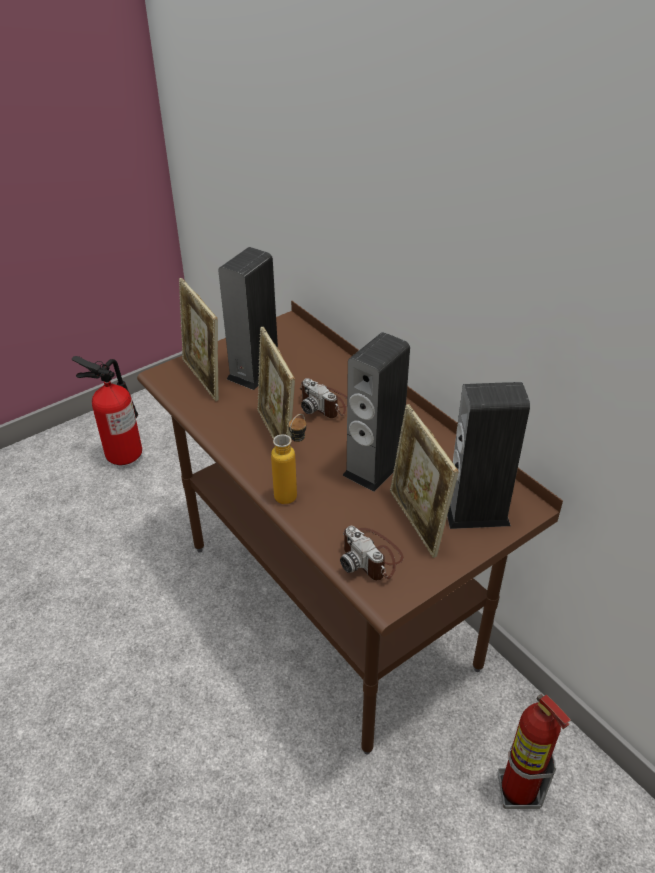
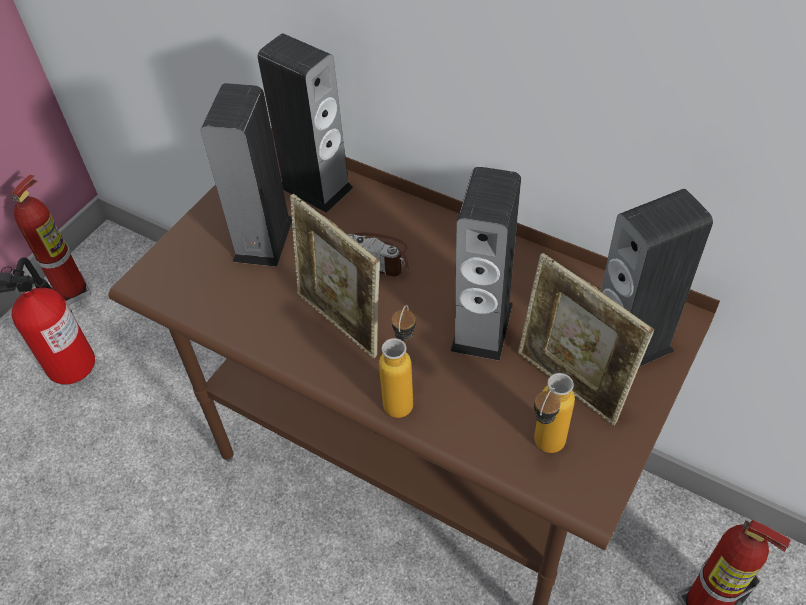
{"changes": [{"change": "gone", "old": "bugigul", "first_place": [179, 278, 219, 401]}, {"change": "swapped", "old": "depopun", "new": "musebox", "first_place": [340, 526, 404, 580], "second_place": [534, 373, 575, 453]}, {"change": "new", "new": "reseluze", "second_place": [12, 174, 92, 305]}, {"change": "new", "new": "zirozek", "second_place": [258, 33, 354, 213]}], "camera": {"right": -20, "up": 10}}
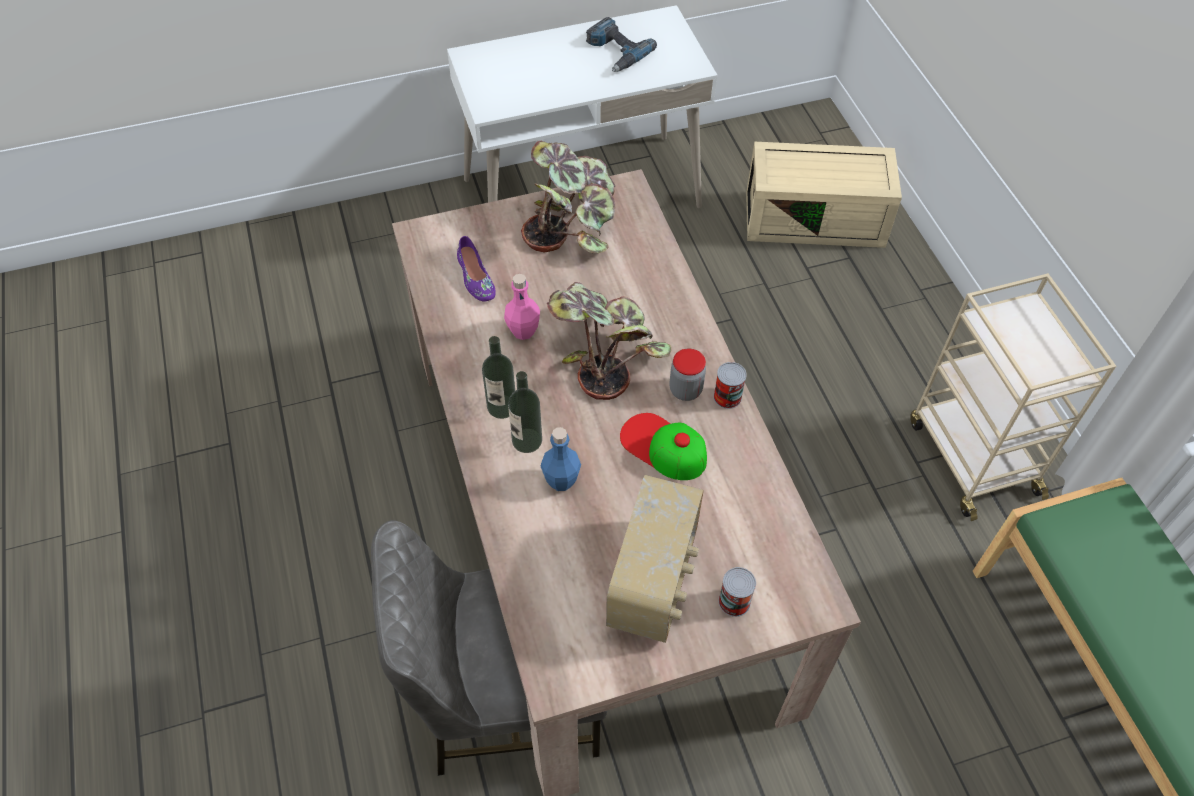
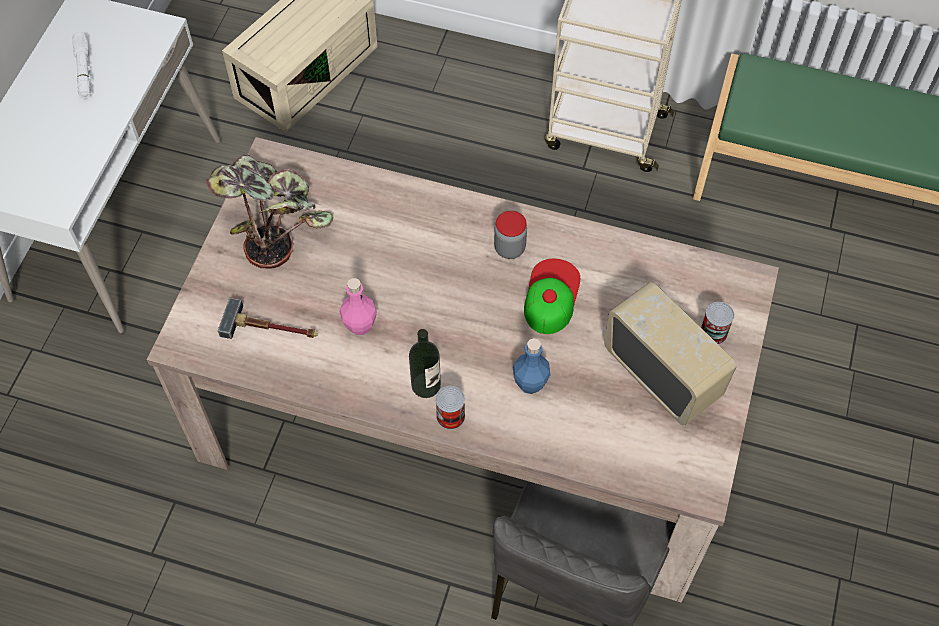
{"changes": [{"change": "swapped", "old": "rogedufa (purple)", "new": "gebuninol", "first_place": [457, 236, 496, 302], "second_place": [218, 298, 318, 339]}, {"change": "gone", "old": "musebox", "first_place": [508, 371, 542, 453]}, {"change": "gone", "old": "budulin", "first_place": [547, 282, 671, 400]}, {"change": "swapped", "old": "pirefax", "new": "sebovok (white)", "first_place": [586, 17, 657, 72], "second_place": [72, 32, 91, 99]}, {"change": "rotated", "old": "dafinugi", "first_place": [620, 413, 707, 480], "second_place": [524, 259, 580, 334], "degrees": 120}, {"change": "shifted", "old": "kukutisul", "first_place": [714, 362, 747, 409], "second_place": [435, 386, 465, 430]}], "camera": {"right": -55, "up": 5}}
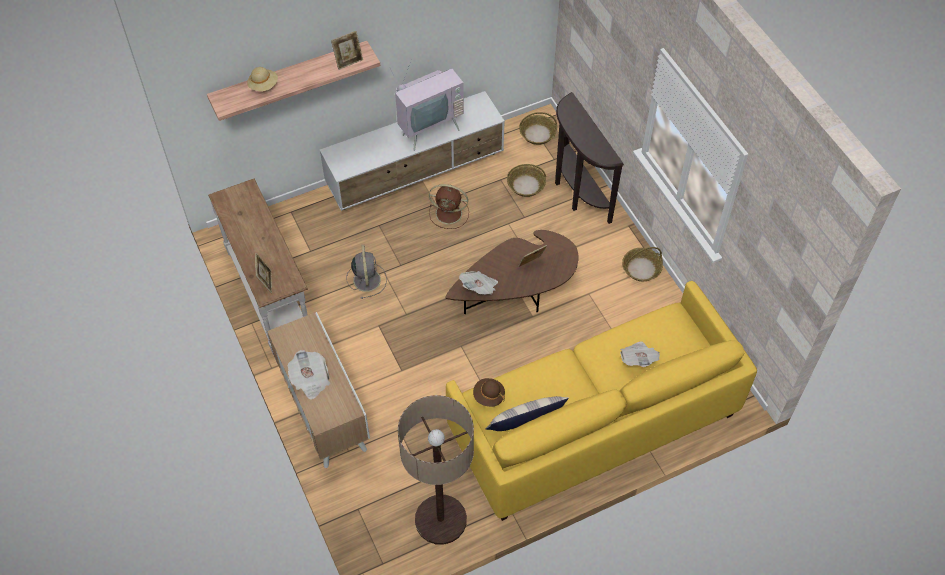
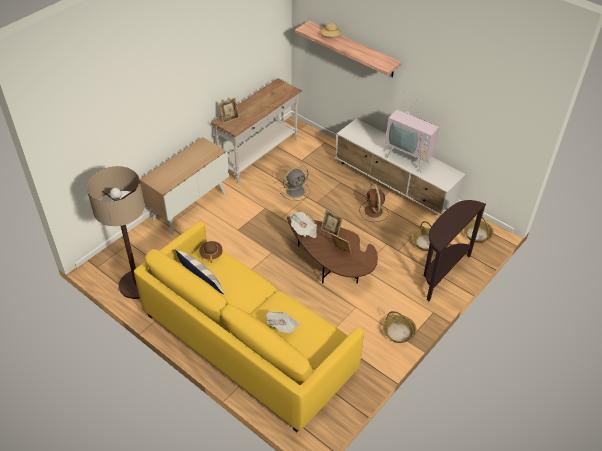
{"changes": [{"change": "gone", "old": "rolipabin", "first_place": [288, 350, 330, 399]}, {"change": "shifted", "old": "bugigul", "first_place": [331, 31, 363, 70], "second_place": [321, 209, 343, 236]}], "camera": {"right": 65, "up": -10}}
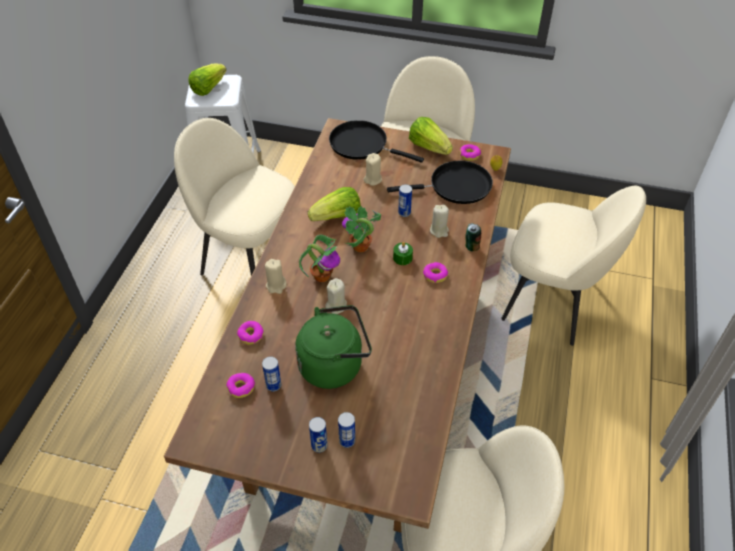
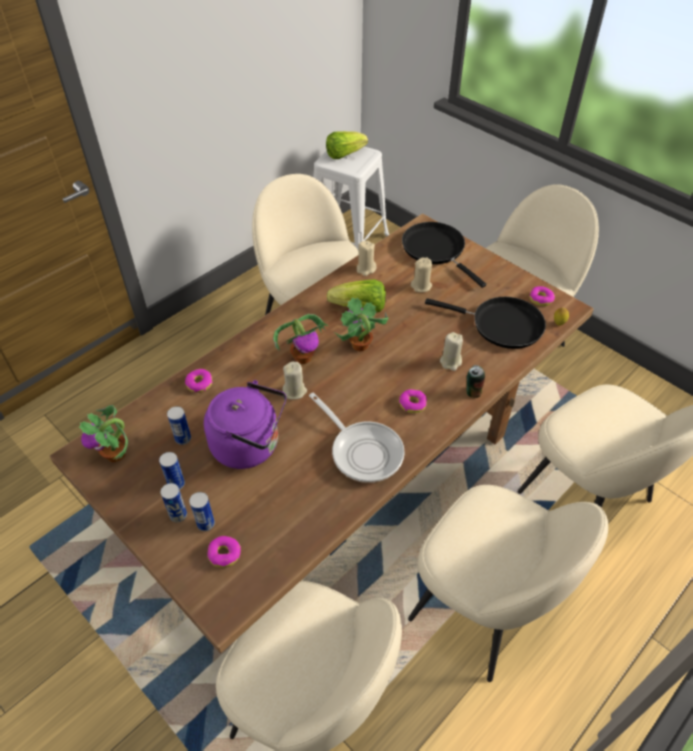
{"changes": [{"change": "shifted", "old": "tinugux", "first_place": [226, 373, 255, 398], "second_place": [208, 536, 241, 568]}, {"change": "shifted", "old": "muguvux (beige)", "first_place": [265, 259, 287, 294], "second_place": [357, 241, 376, 276]}, {"change": "repainted", "old": "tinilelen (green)", "new": "tinilelen (purple)", "first_place": [295, 305, 372, 389], "second_place": [204, 380, 286, 469]}, {"change": "gone", "old": "muguvux (green)", "first_place": [393, 242, 413, 265]}, {"change": "shifted", "old": "kukutisul", "first_place": [398, 184, 412, 217], "second_place": [159, 452, 185, 490]}, {"change": "gone", "old": "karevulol", "first_place": [409, 117, 453, 155]}, {"change": "new", "new": "budulin", "second_place": [79, 405, 128, 462]}, {"change": "new", "new": "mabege", "second_place": [309, 393, 405, 483]}, {"change": "new", "new": "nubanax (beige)", "second_place": [408, 485, 608, 682]}], "camera": {"right": 30, "up": 0}}
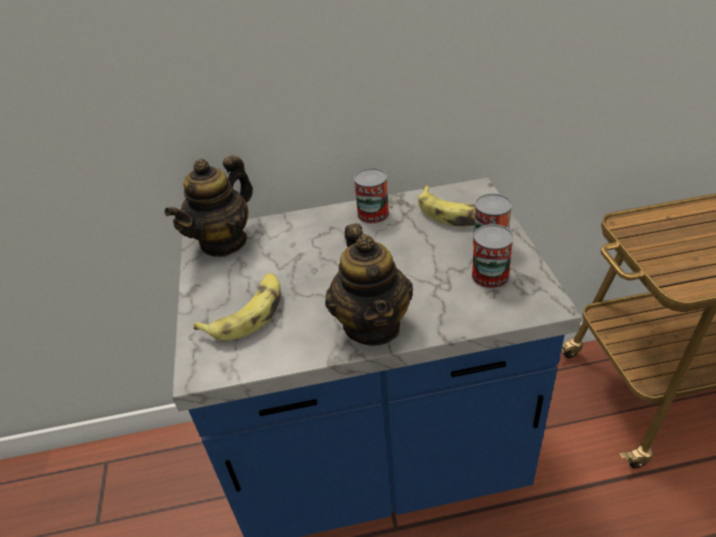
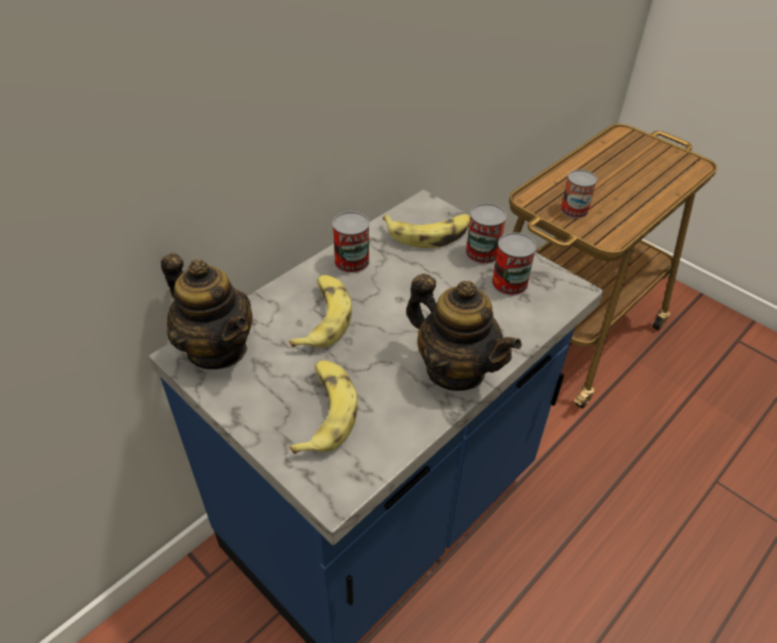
{"changes": [{"change": "rotated", "old": "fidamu", "first_place": [164, 155, 253, 257], "second_place": [161, 253, 253, 369], "degrees": -45}, {"change": "new", "new": "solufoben", "second_place": [289, 275, 352, 348]}, {"change": "new", "new": "kukutisul", "second_place": [560, 170, 597, 219]}], "camera": {"right": -40, "up": 5}}
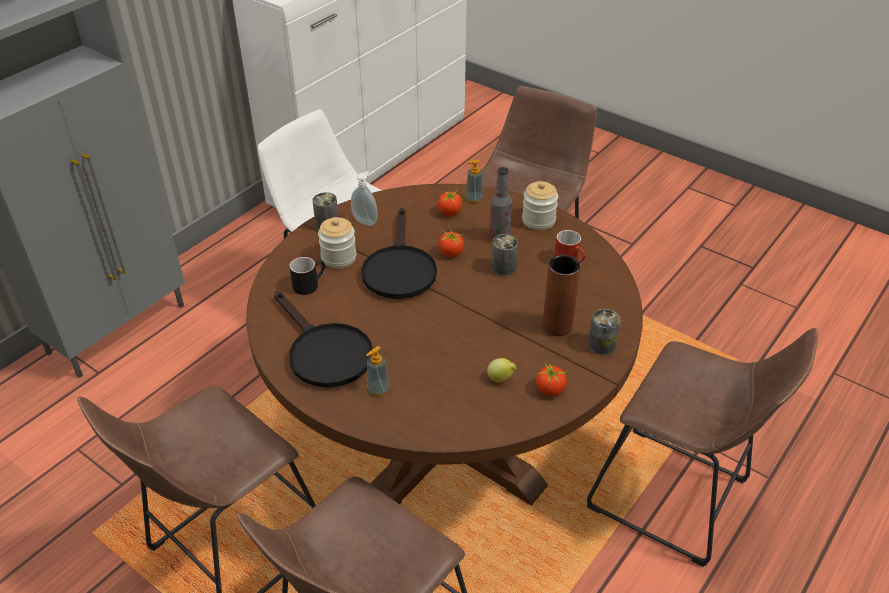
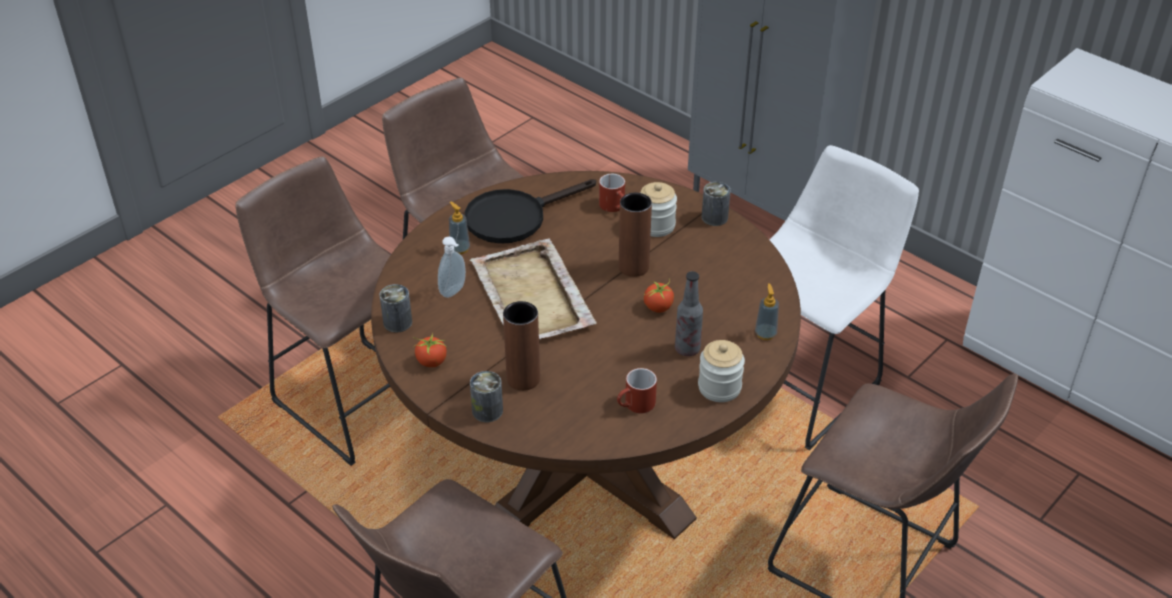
{"changes": [{"change": "repainted", "old": "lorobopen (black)", "new": "lorobopen (red)", "first_place": [289, 257, 325, 295], "second_place": [599, 174, 625, 212]}, {"change": "shifted", "old": "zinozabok", "first_place": [351, 171, 378, 226], "second_place": [438, 237, 466, 298]}, {"change": "swapped", "old": "mabege (black)", "new": "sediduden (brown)", "first_place": [361, 208, 437, 299], "second_place": [619, 193, 652, 277]}, {"change": "gone", "old": "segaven", "first_place": [438, 190, 462, 216]}, {"change": "gone", "old": "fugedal", "first_place": [487, 358, 516, 382]}, {"change": "shifted", "old": "kukutisul", "first_place": [491, 234, 518, 276], "second_place": [379, 284, 412, 333]}, {"change": "new", "new": "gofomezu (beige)", "second_place": [470, 238, 597, 339]}], "camera": {"right": 95, "up": 0}}
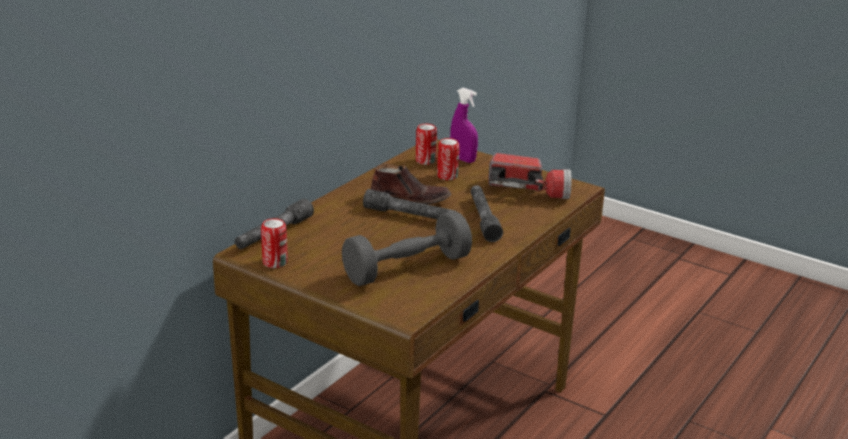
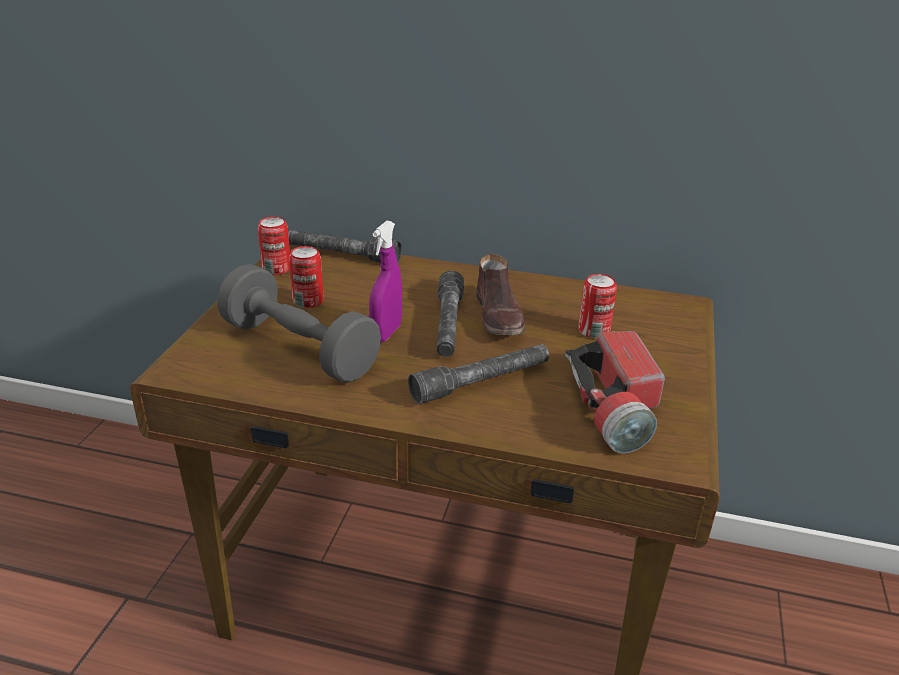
{"changes": [{"change": "shifted", "old": "kukutisul", "first_place": [416, 124, 437, 165], "second_place": [289, 246, 324, 308]}, {"change": "shifted", "old": "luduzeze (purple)", "first_place": [450, 88, 478, 163], "second_place": [369, 221, 402, 342]}], "camera": {"right": 70, "up": 5}}
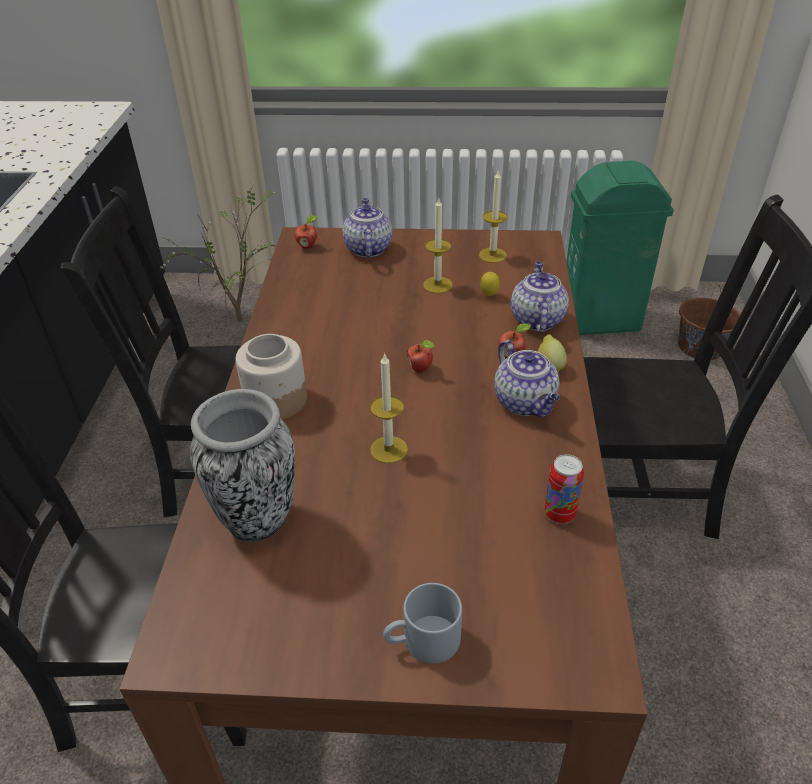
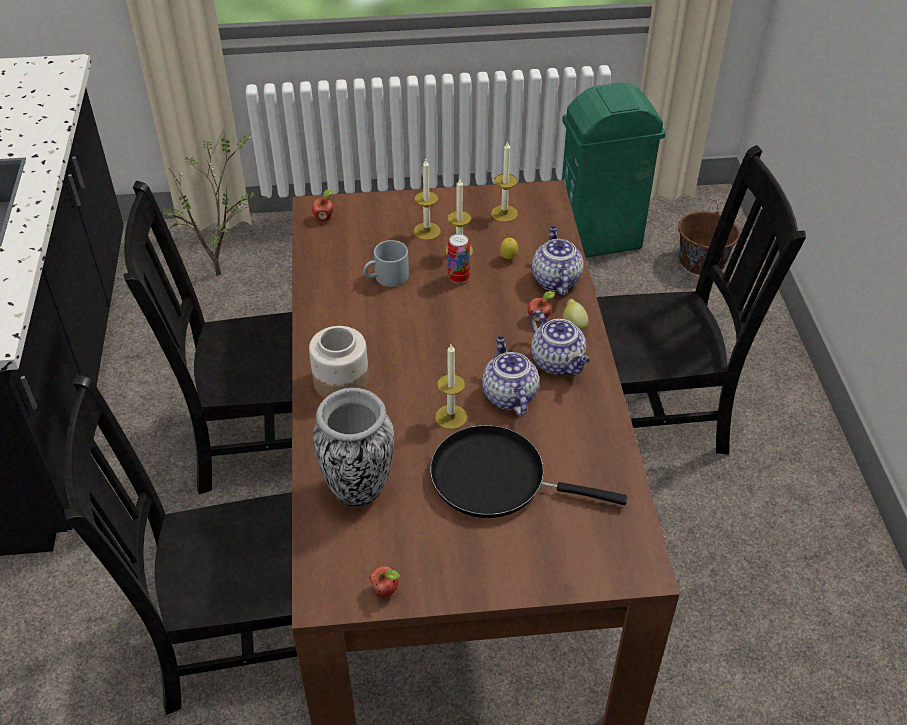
{"changes": [{"change": "shifted", "old": "fidamu", "first_place": [342, 198, 392, 257], "second_place": [482, 336, 539, 417]}, {"change": "shifted", "old": "lorobopen (grey)", "first_place": [383, 583, 462, 663], "second_place": [363, 240, 409, 287]}, {"change": "shifted", "old": "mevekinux", "first_place": [407, 340, 435, 373], "second_place": [370, 566, 400, 597]}, {"change": "shifted", "old": "kukutisul", "first_place": [544, 454, 584, 524], "second_place": [448, 234, 470, 283]}, {"change": "new", "new": "muguvux", "second_place": [414, 158, 441, 240]}, {"change": "new", "new": "mabege (black)", "second_place": [430, 425, 627, 518]}], "camera": {"right": -10, "up": 5}}
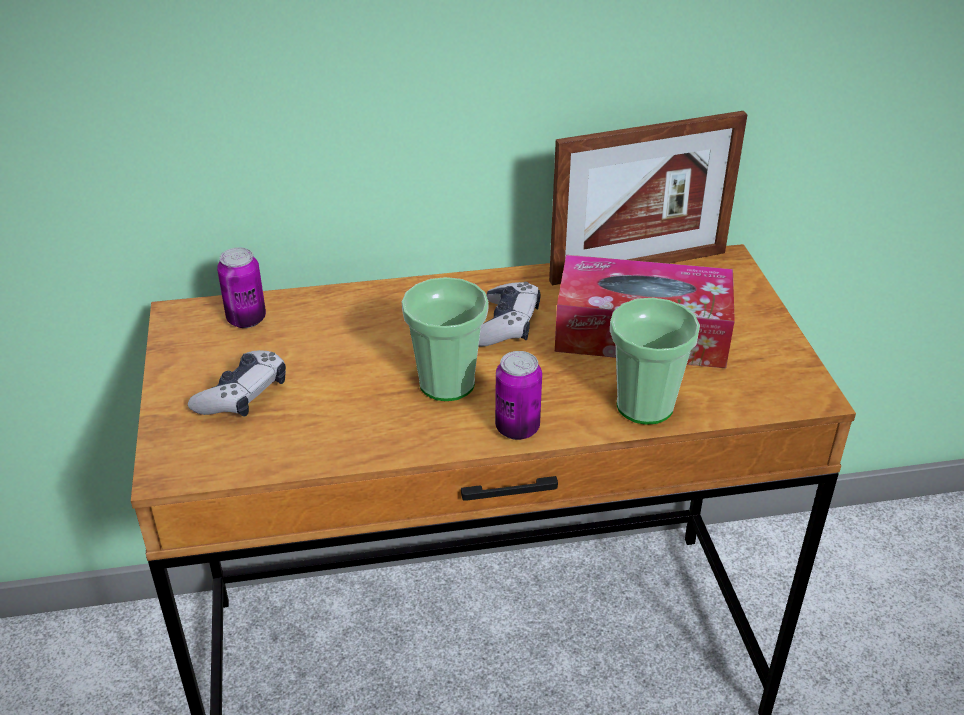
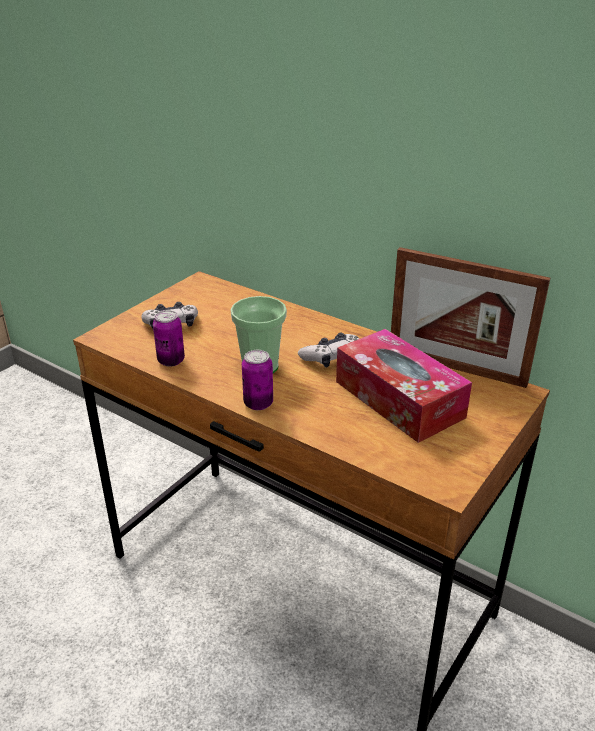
{"changes": [{"change": "shifted", "old": "kukutisul", "first_place": [217, 248, 266, 328], "second_place": [153, 310, 185, 367]}, {"change": "gone", "old": "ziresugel", "first_place": [610, 298, 700, 425]}], "camera": {"right": 45, "up": -5}}
